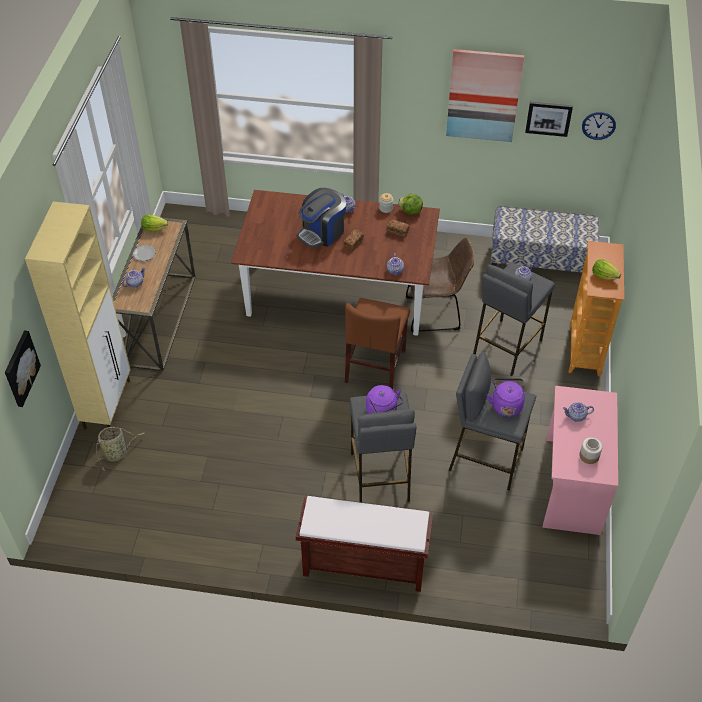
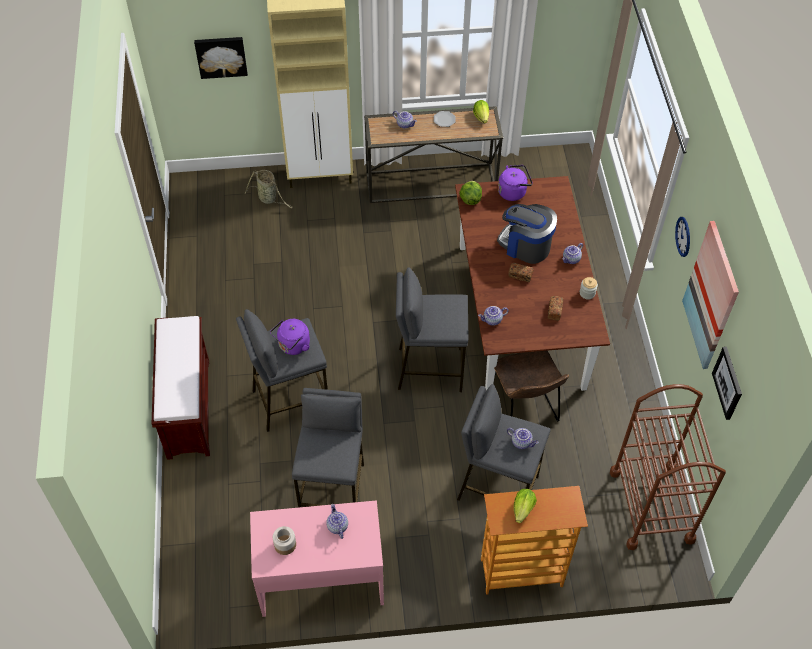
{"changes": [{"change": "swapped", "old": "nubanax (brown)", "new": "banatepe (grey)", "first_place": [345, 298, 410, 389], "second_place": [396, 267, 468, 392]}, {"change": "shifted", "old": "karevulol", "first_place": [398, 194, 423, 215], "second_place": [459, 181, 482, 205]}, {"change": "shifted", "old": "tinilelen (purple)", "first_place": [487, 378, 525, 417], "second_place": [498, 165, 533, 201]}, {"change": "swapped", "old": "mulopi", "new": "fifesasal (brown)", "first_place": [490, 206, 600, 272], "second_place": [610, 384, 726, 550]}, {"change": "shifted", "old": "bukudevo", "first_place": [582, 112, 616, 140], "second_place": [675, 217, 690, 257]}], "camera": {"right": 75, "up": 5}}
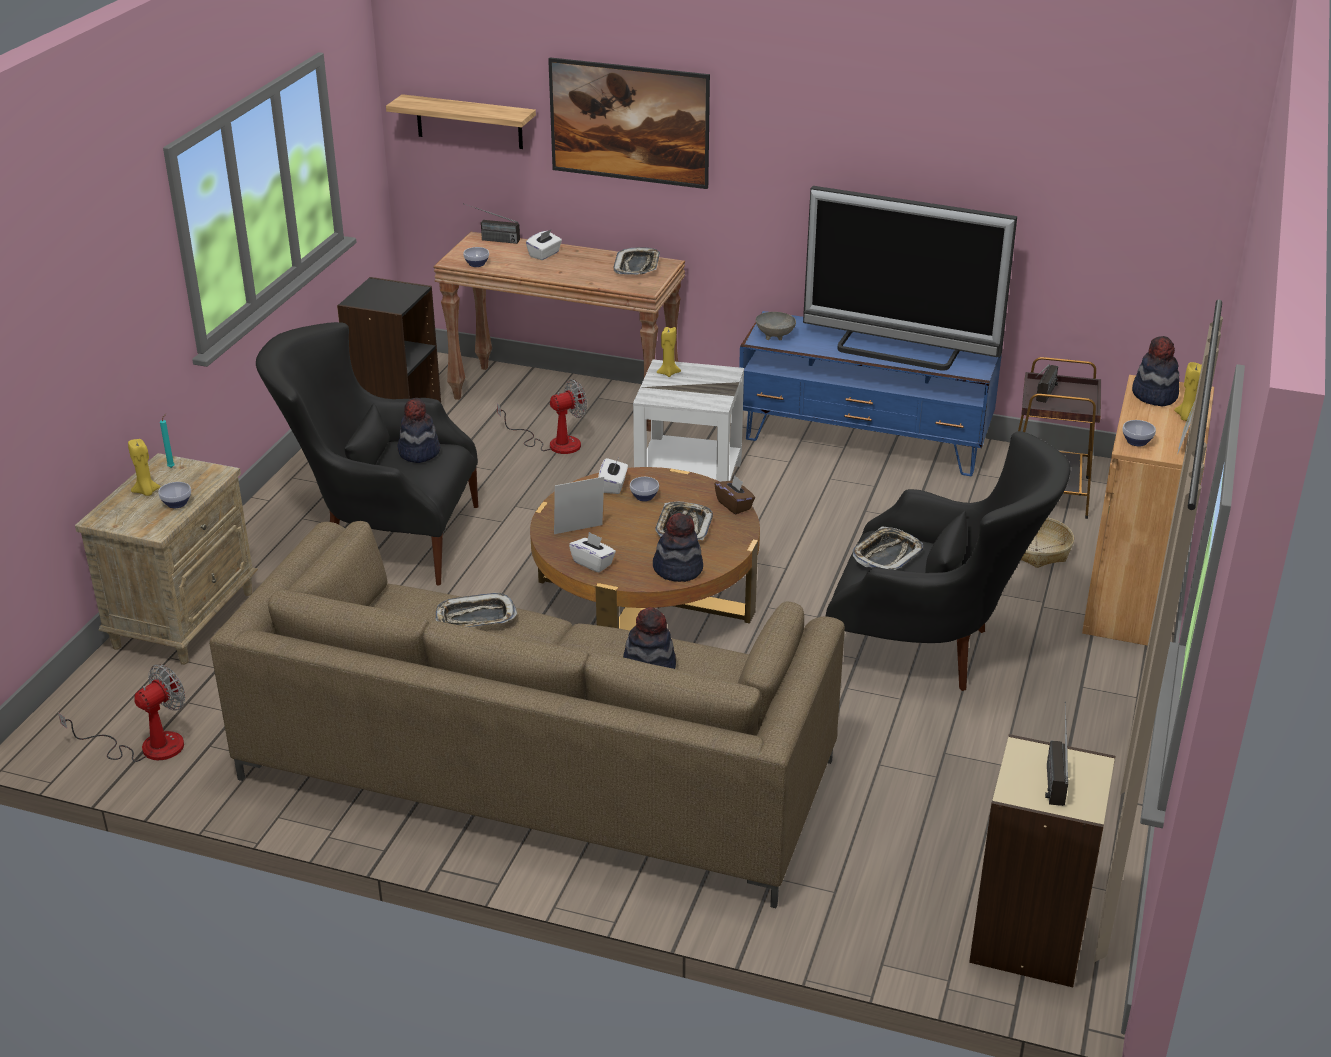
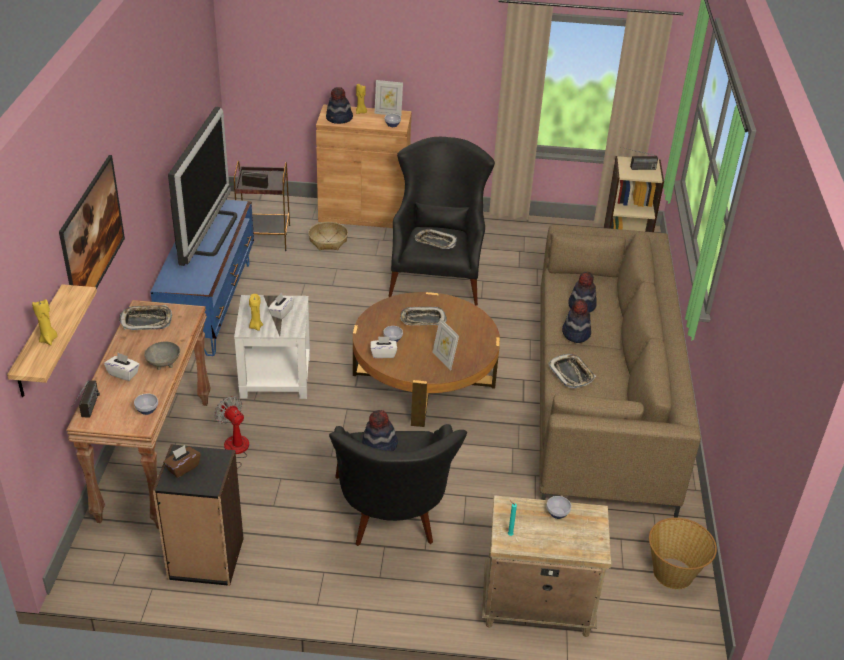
{"changes": [{"change": "swapped", "old": "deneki", "new": "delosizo", "first_place": [58, 664, 185, 762], "second_place": [649, 518, 717, 589]}, {"change": "shifted", "old": "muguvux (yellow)", "first_place": [128, 439, 161, 496], "second_place": [32, 299, 58, 345]}, {"change": "shifted", "old": "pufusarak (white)", "first_place": [569, 532, 616, 573], "second_place": [268, 293, 294, 319]}, {"change": "shifted", "old": "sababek", "first_place": [653, 513, 703, 582], "second_place": [562, 299, 591, 343]}, {"change": "shifted", "old": "pufusarak (brown)", "first_place": [714, 475, 755, 514], "second_place": [163, 445, 201, 478]}, {"change": "shifted", "old": "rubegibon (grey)", "first_place": [756, 312, 796, 340], "second_place": [144, 342, 180, 370]}], "camera": {"right": -105, "up": 5}}
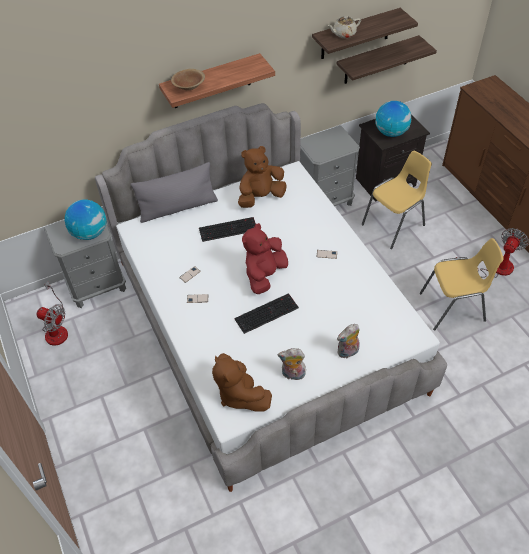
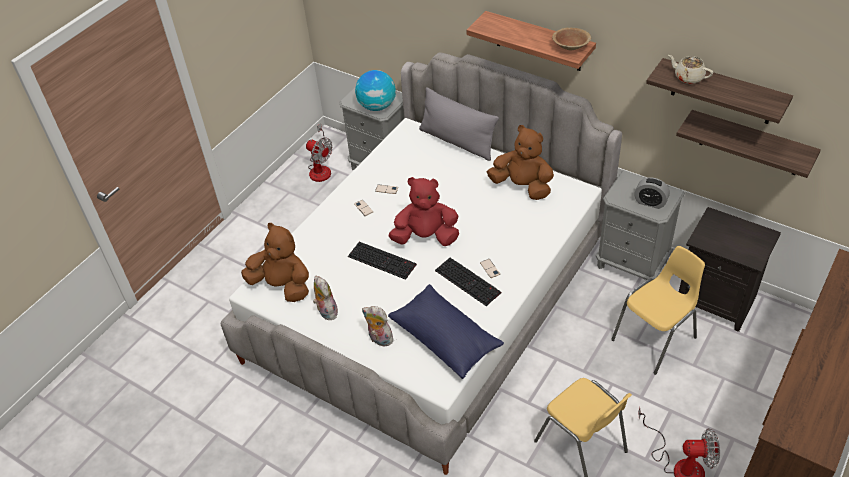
{"changes": [{"change": "rotated", "old": "deneki", "first_place": [37, 281, 68, 346], "second_place": [306, 123, 333, 182], "degrees": -45}, {"change": "shifted", "old": "rubegibon (brown)", "first_place": [171, 69, 205, 90], "second_place": [552, 28, 591, 50]}, {"change": "shifted", "old": "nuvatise", "first_place": [199, 217, 256, 242], "second_place": [435, 258, 501, 306]}, {"change": "rotated", "old": "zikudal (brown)", "first_place": [212, 353, 272, 411], "second_place": [241, 223, 309, 302], "degrees": 90}, {"change": "rotated", "old": "nubanax (yellow)", "first_place": [362, 151, 432, 249], "second_place": [611, 246, 705, 375], "degrees": -60}, {"change": "gone", "old": "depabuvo", "first_place": [375, 101, 411, 137]}, {"change": "new", "new": "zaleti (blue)", "second_place": [388, 284, 504, 379]}, {"change": "new", "new": "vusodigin", "second_place": [634, 177, 670, 209]}], "camera": {"right": 60, "up": -5}}
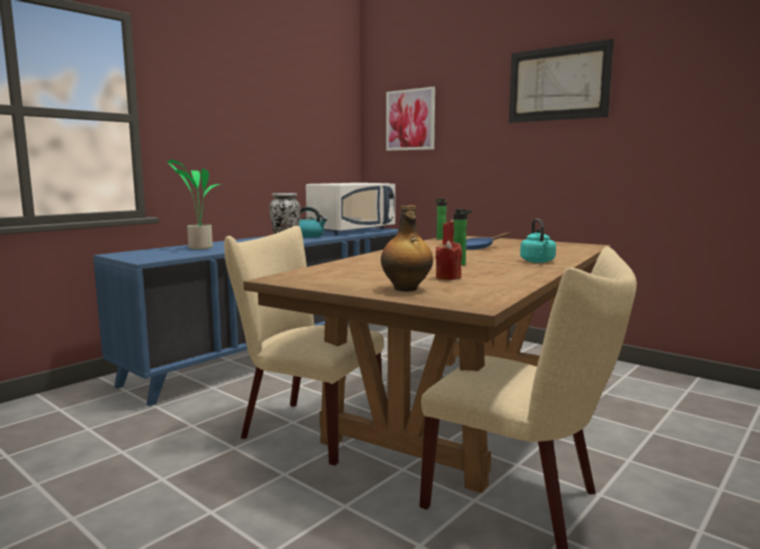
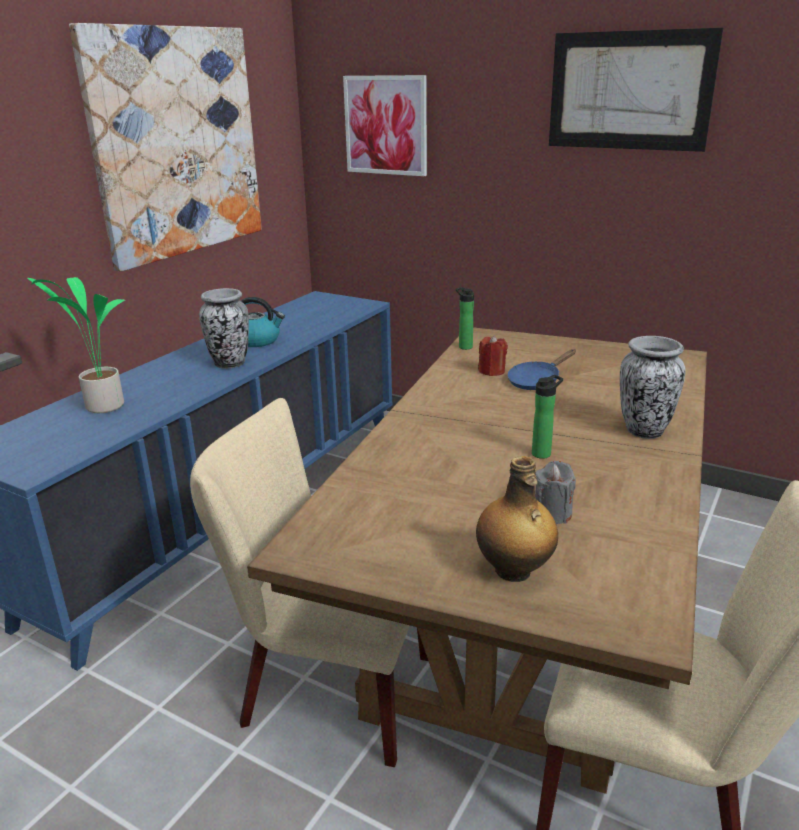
{"changes": [{"change": "gone", "old": "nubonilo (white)", "first_place": [306, 183, 395, 235]}, {"change": "repainted", "old": "muguvux (red)", "new": "muguvux (grey)", "first_place": [435, 240, 462, 280], "second_place": [535, 461, 576, 524]}, {"change": "swapped", "old": "tinilelen (turquoise)", "new": "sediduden", "first_place": [520, 219, 556, 263], "second_place": [620, 336, 686, 439]}, {"change": "new", "new": "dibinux", "second_place": [69, 23, 262, 272]}], "camera": {"right": -10, "up": 15}}
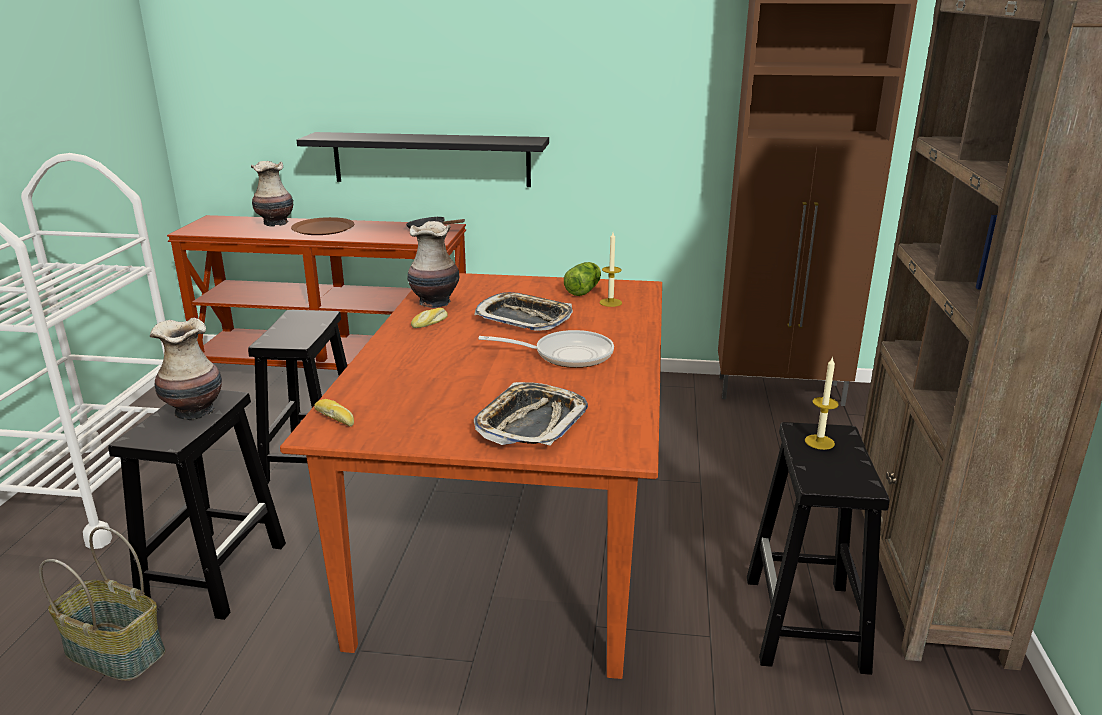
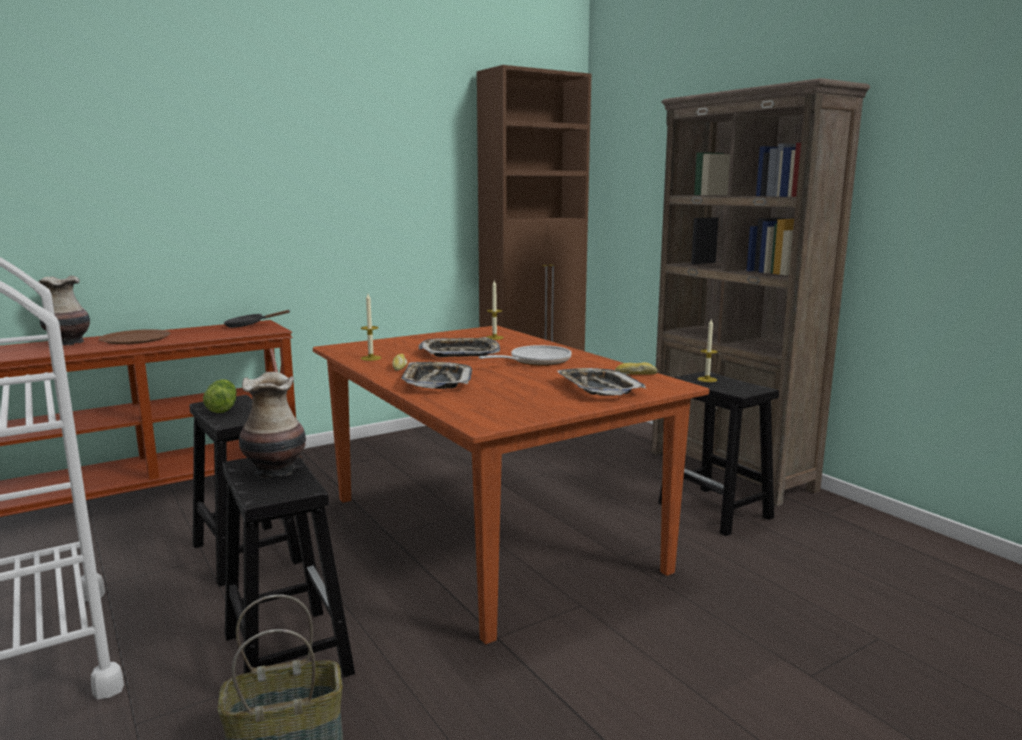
{"changes": [{"change": "gone", "old": "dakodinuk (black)", "first_place": [296, 132, 549, 187]}, {"change": "shifted", "old": "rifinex", "first_place": [314, 399, 354, 427], "second_place": [615, 362, 657, 375]}, {"change": "swapped", "old": "sediduden", "new": "muguvux", "first_place": [407, 221, 459, 308], "second_place": [361, 294, 381, 361]}, {"change": "shifted", "old": "karevulol", "first_place": [564, 262, 601, 296], "second_place": [203, 379, 237, 413]}, {"change": "new", "new": "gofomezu", "second_place": [401, 362, 472, 389]}], "camera": {"right": -40, "up": -10}}
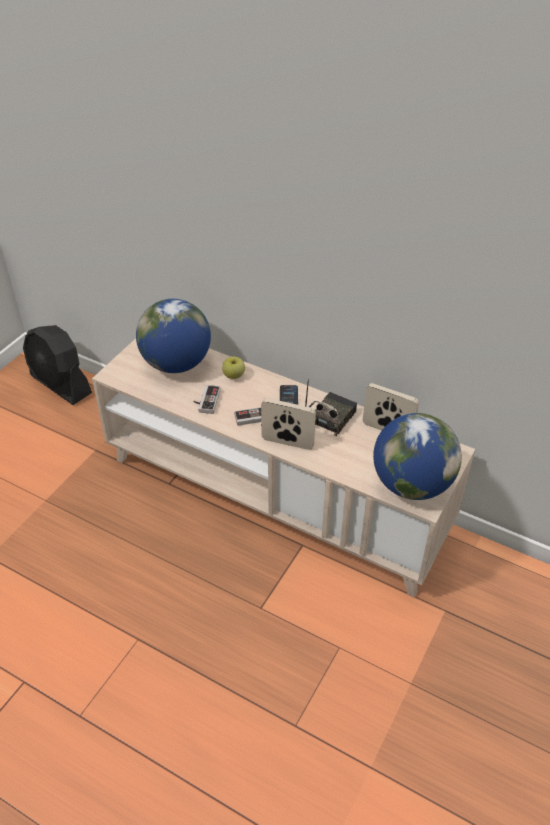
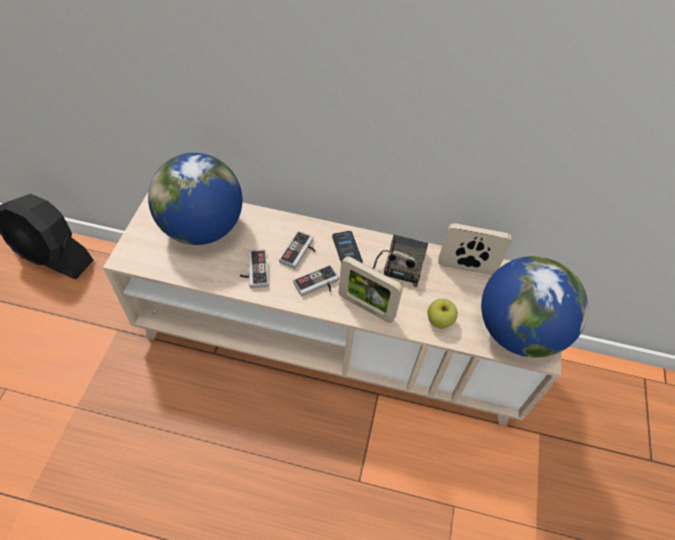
{"changes": [{"change": "shifted", "old": "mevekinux", "first_place": [222, 357, 245, 379], "second_place": [427, 299, 458, 329]}, {"change": "rotated", "old": "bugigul", "first_place": [261, 398, 316, 450], "second_place": [338, 256, 403, 323], "degrees": -150}, {"change": "new", "new": "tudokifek", "second_place": [279, 231, 315, 269]}], "camera": {"right": -20, "up": 10}}
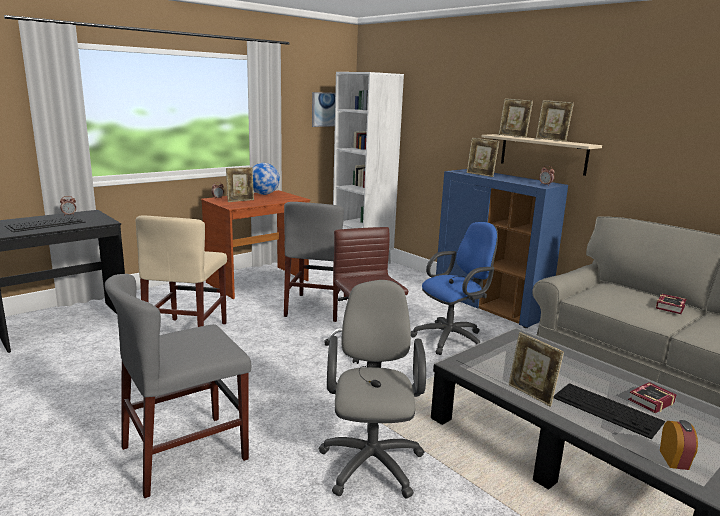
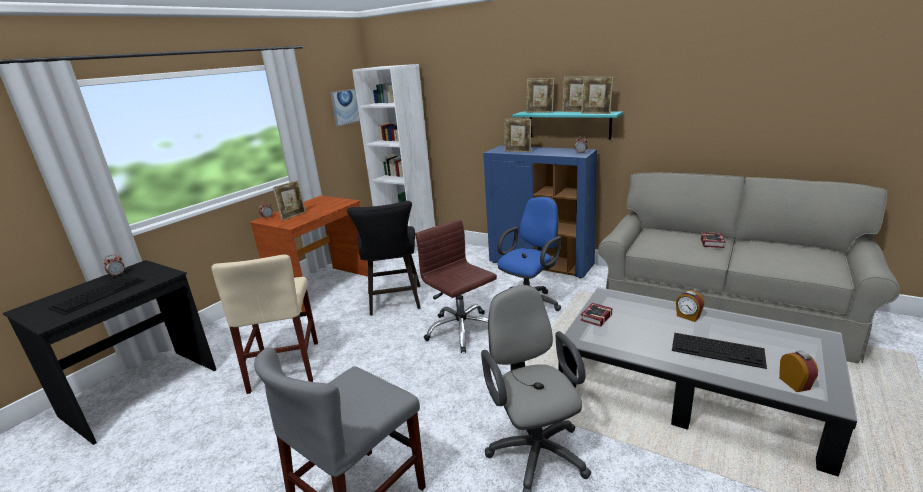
{"changes": [{"change": "gone", "old": "depabuvo", "first_place": [253, 163, 280, 195]}, {"change": "swapped", "old": "nubanax (grey)", "new": "banatepe (black)", "first_place": [284, 202, 347, 322], "second_place": [347, 201, 421, 316]}, {"change": "repainted", "old": "dakodinuk (beige)", "new": "dakodinuk (turquoise)", "first_place": [481, 134, 602, 176], "second_place": [512, 111, 623, 140]}, {"change": "shifted", "old": "bugigul", "first_place": [508, 332, 564, 407], "second_place": [581, 77, 614, 114]}, {"change": "shifted", "old": "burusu", "first_place": [628, 382, 676, 413], "second_place": [580, 303, 612, 327]}, {"change": "new", "new": "vusodigin", "second_place": [676, 290, 704, 322]}], "camera": {"right": -15, "up": 5}}
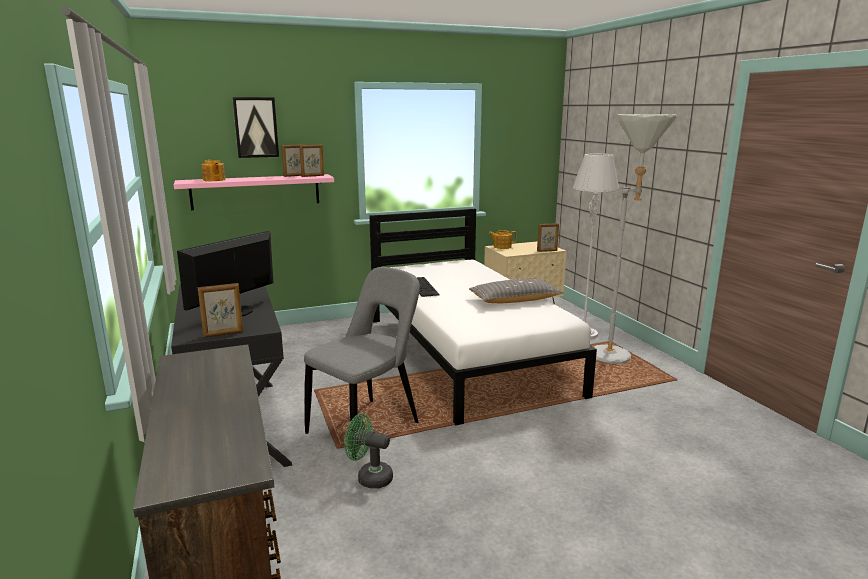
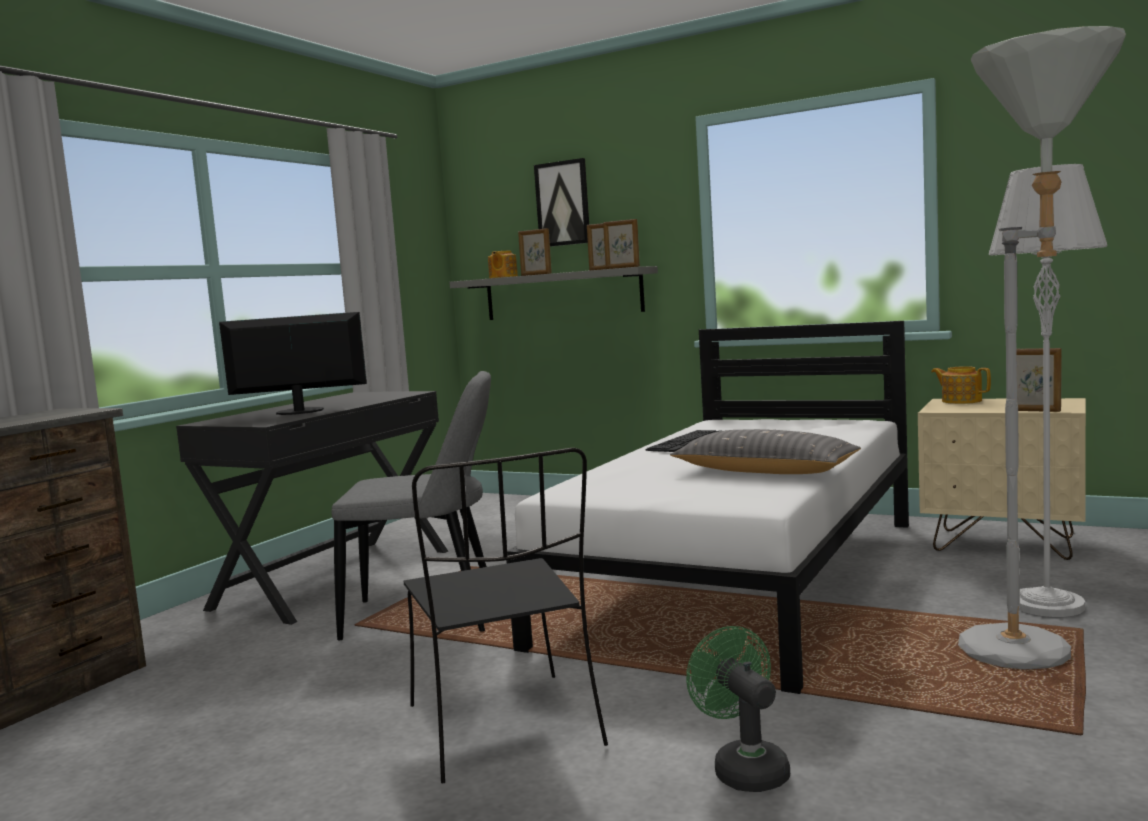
{"changes": [{"change": "repainted", "old": "dakodinuk (pink)", "new": "dakodinuk (grey)", "first_place": [174, 174, 334, 210], "second_place": [449, 266, 658, 320]}, {"change": "shifted", "old": "bugigul", "first_place": [198, 283, 243, 337], "second_place": [518, 228, 552, 276]}, {"change": "shifted", "old": "deneki (green)", "first_place": [344, 414, 393, 489], "second_place": [686, 626, 790, 792]}, {"change": "new", "new": "nubanax (black)", "second_place": [403, 448, 608, 783]}], "camera": {"right": 50, "up": -10}}
